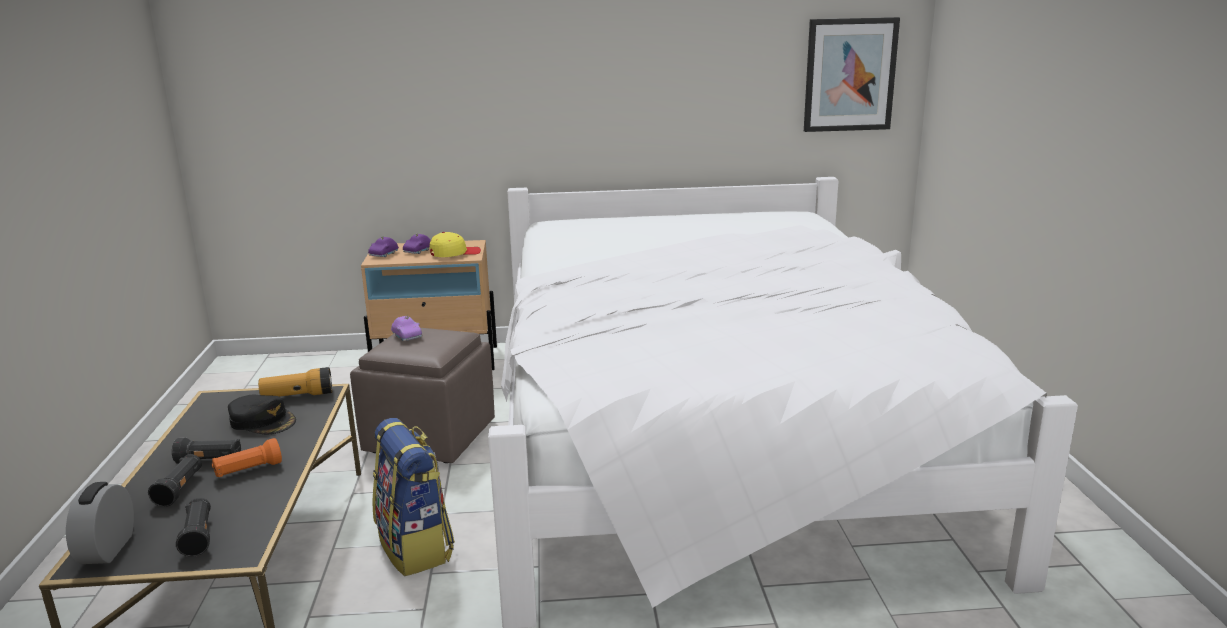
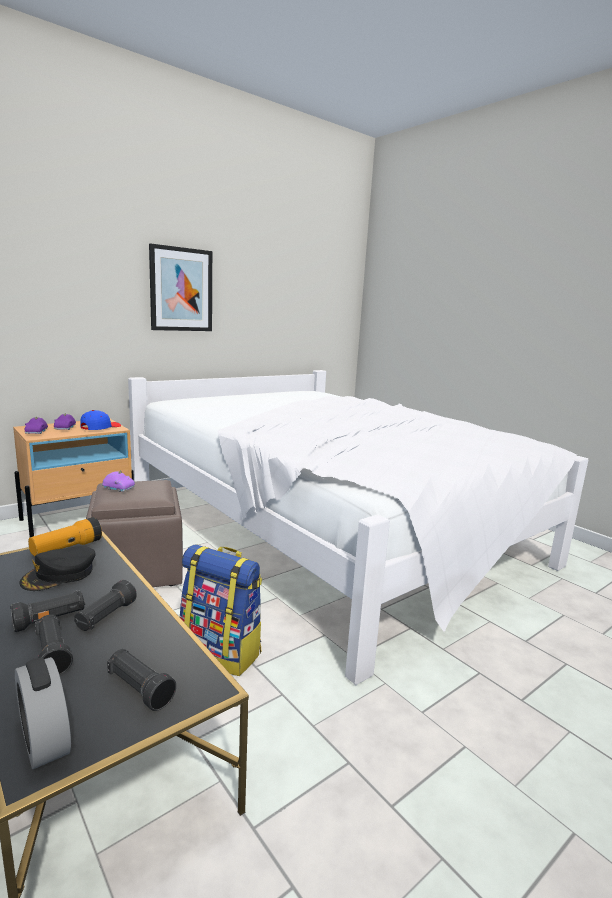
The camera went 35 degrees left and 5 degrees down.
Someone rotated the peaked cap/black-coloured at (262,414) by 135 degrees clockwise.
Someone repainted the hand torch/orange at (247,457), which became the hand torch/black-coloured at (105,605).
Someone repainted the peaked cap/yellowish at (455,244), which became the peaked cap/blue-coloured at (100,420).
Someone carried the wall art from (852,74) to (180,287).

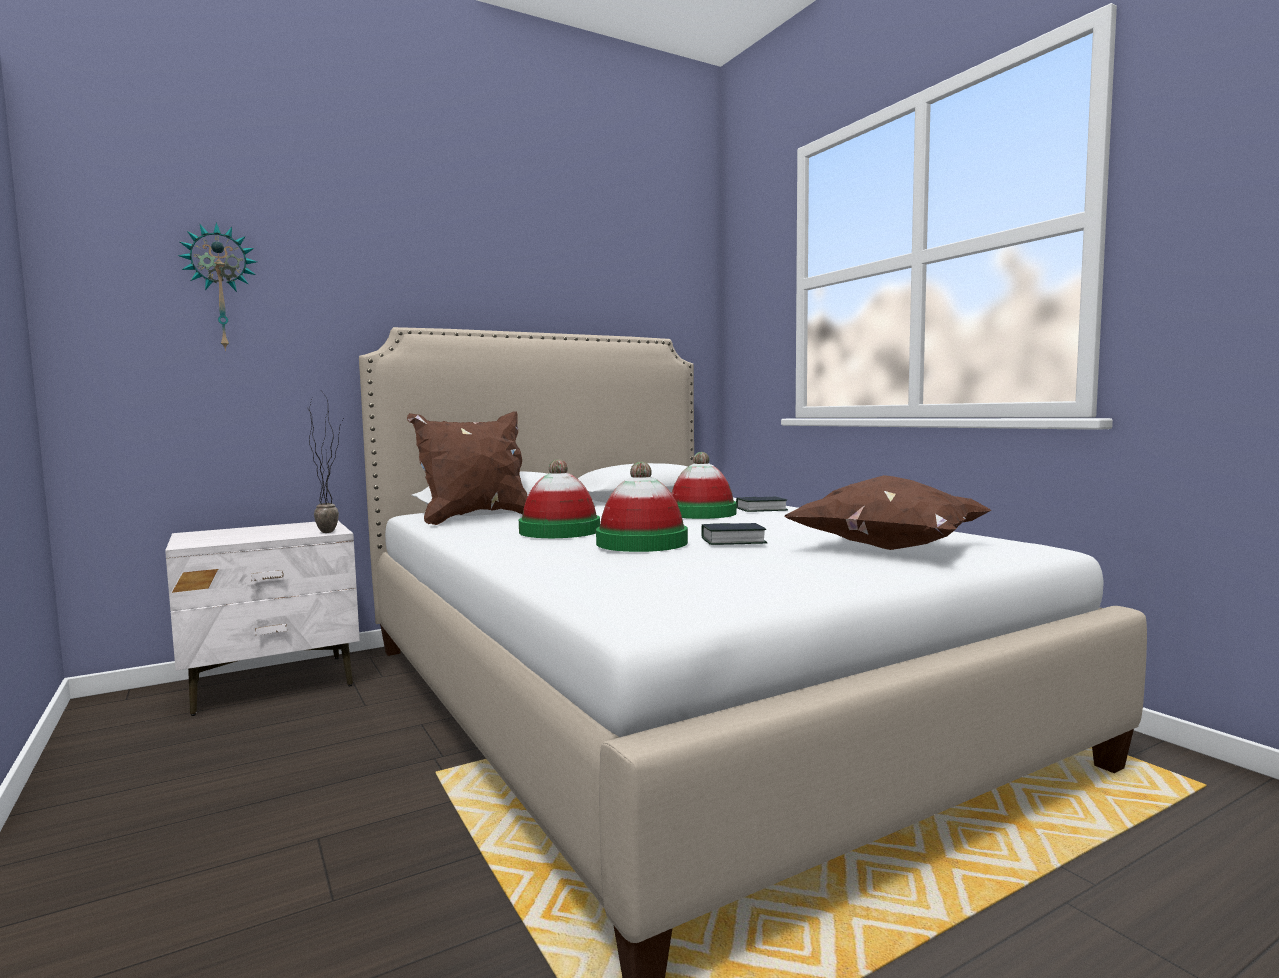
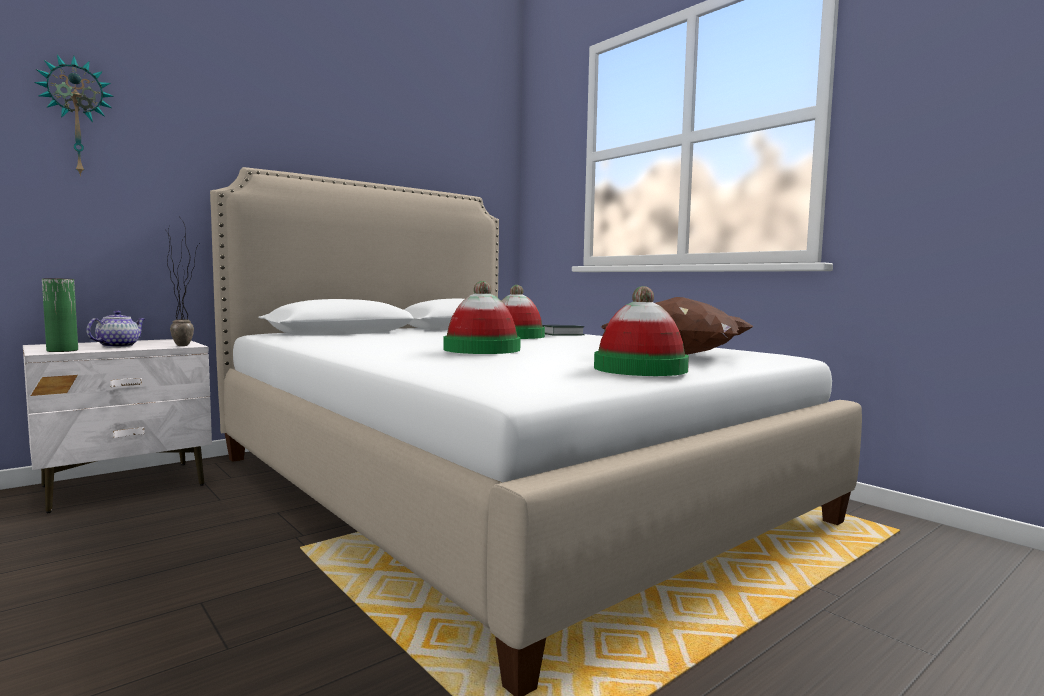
The camera went 10 degrees left and 0 degrees up.
Someone put down the flower vase/green-coloured at (60,315).
Someone put down the pot for tea at (116,329).
Someone carried the wearable hat from (559,498) to (641,331).
Someone took away the cushion/brown-coloured at (467,468).
Someone took away the bound book at (734,534).

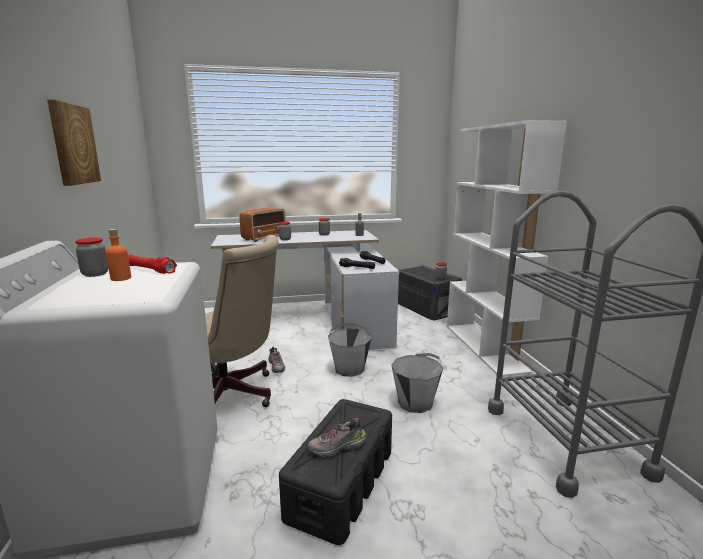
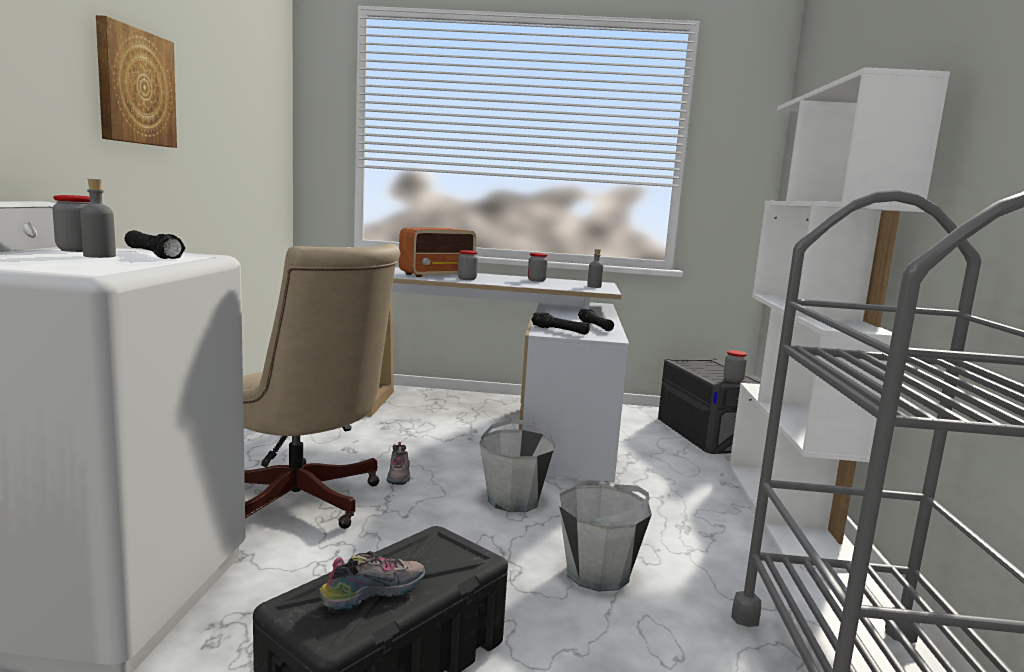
The camera went 15 degrees right and 5 degrees down.
Someone repainted the drink bottle/orange at (118,255), which became the drink bottle/grey at (98,218).
Someone repainted the hand torch/red at (152,264), which became the hand torch/black-coloured at (155,244).
Someone rotated the low shoe at (337,437) by 150 degrees clockwise.

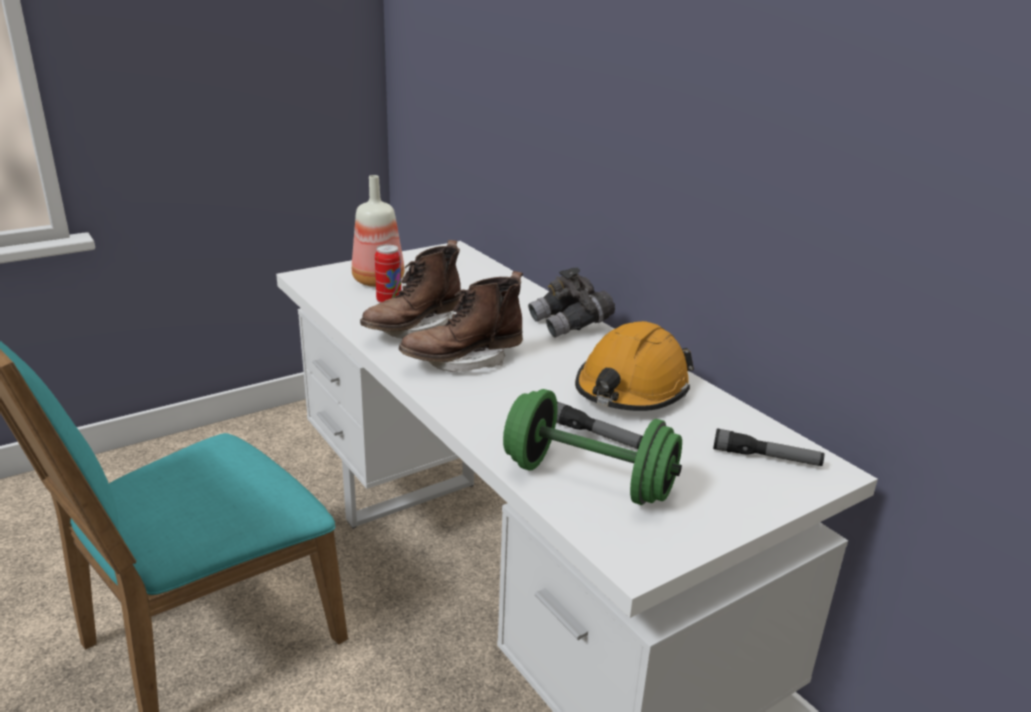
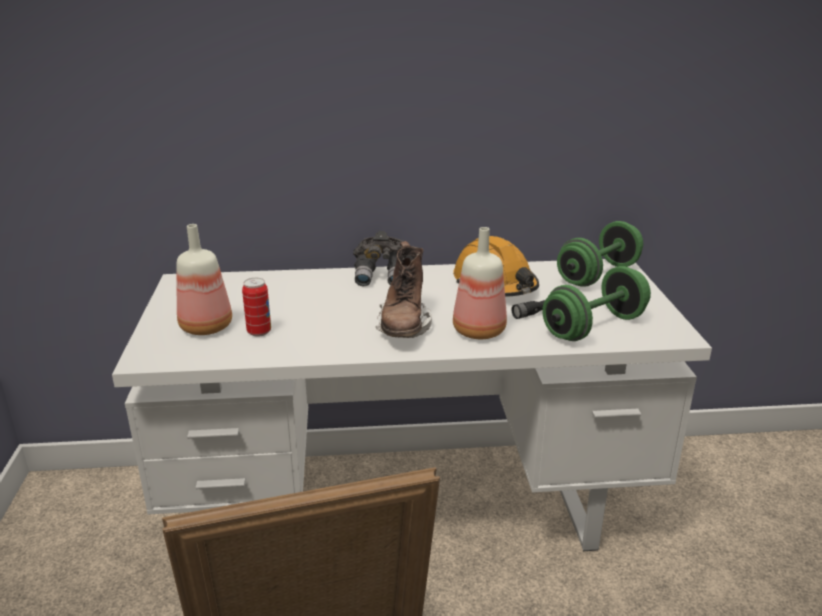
The camera went 60 degrees left and 0 degrees up.
Someone put down the drink bottle at (480,283).
Someone swapped the hand torch at (768,447) for the free weight/green-coloured at (600,254).
Someone took away the tall boot/brown-coloured at (410,289).

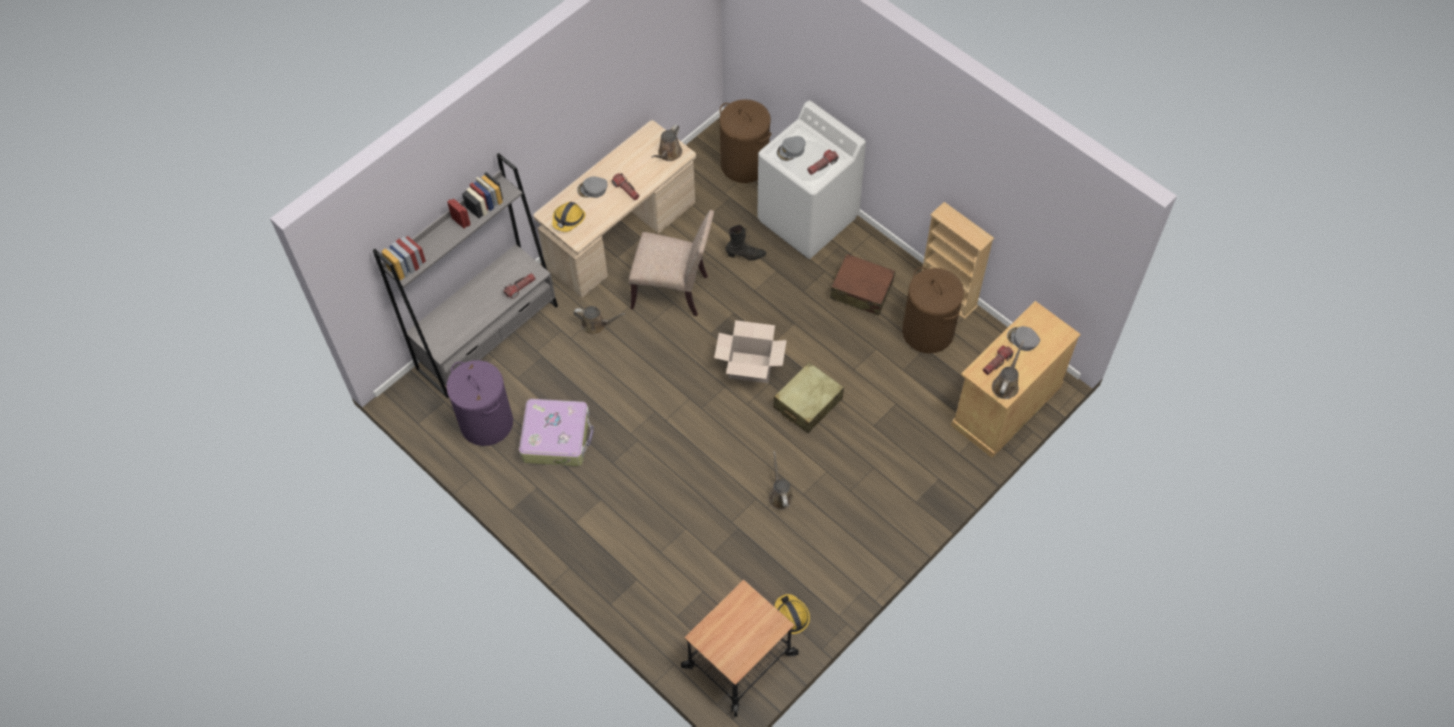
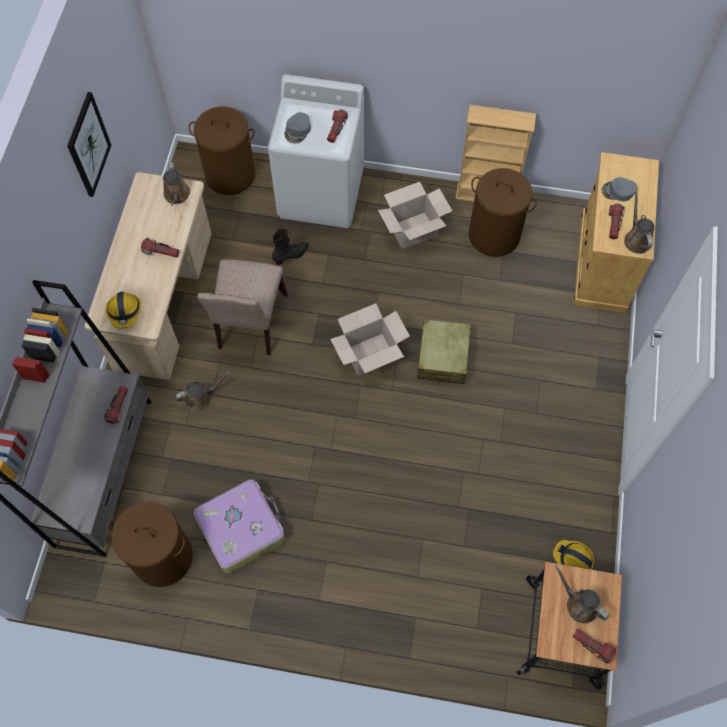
The camera went 35 degrees left and 5 degrees up.
Someone put up the wall art at (89,144).
Someone repainted the hamper/purple-coloured at (479,403), which became the hamper/brown-coloured at (149,544).
Someone rotated the upright chair/beige at (671,263) by 120 degrees clockwise.
Someone swapped the suitcase/brown-coloured at (863,285) for the packing box at (415,215).
Someone carried the sprinkling can/brown-coloured from (781,480) to (581,594).
Someone put down the hand torch at (594,646).
Someone took away the peaked cap/grey at (592,187).

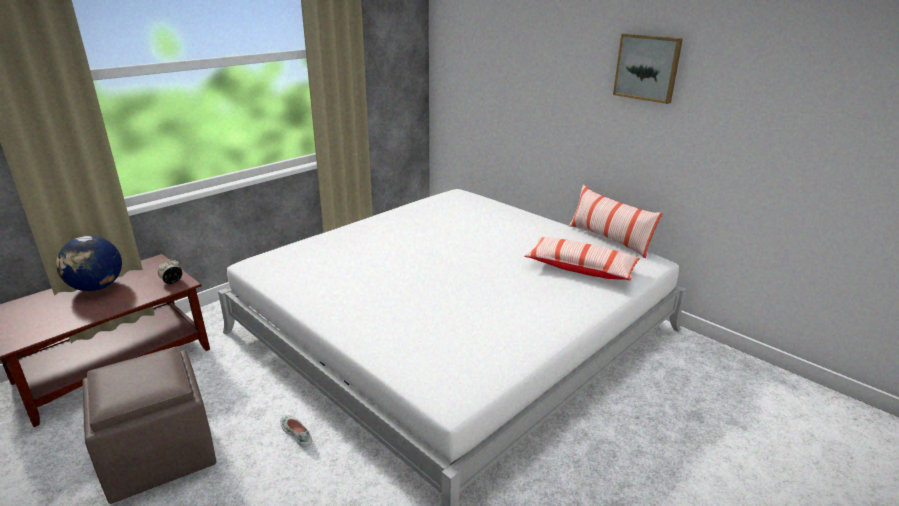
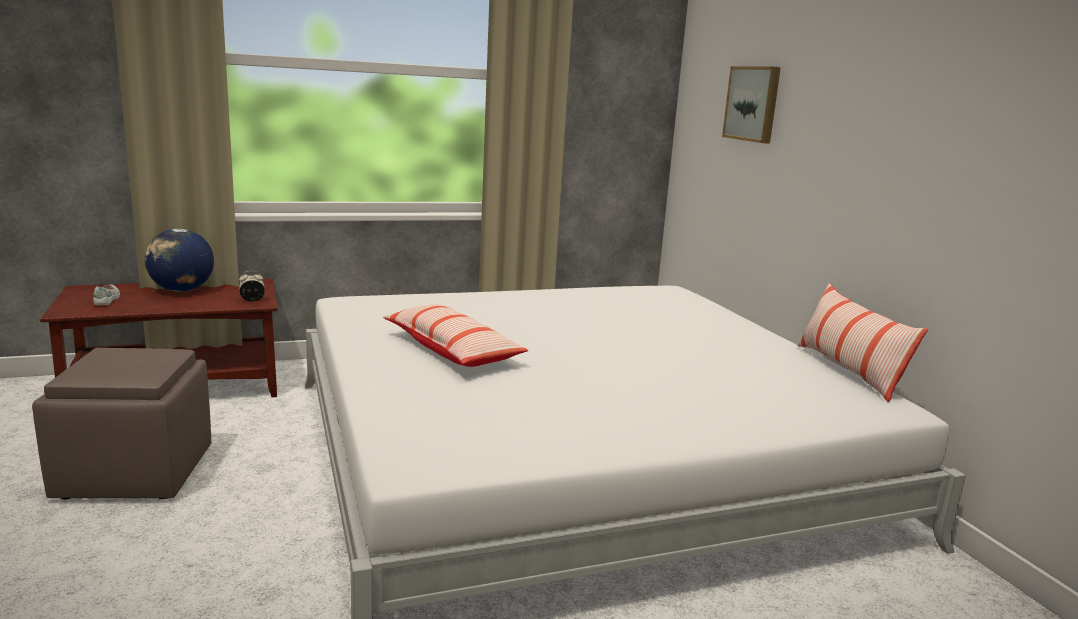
The camera went 25 degrees right and 10 degrees down.
Someone carried the low shoe/white from (296,431) to (106,294).
Someone carried the cushion from (582,258) to (455,335).
Someone carried the wall art from (648,68) to (751,105).

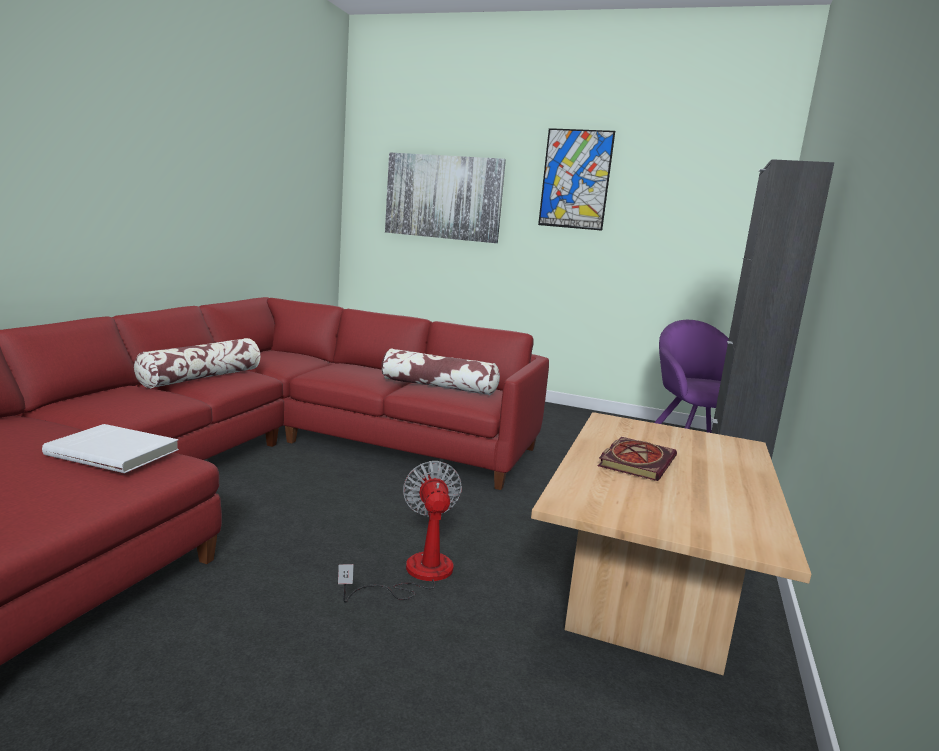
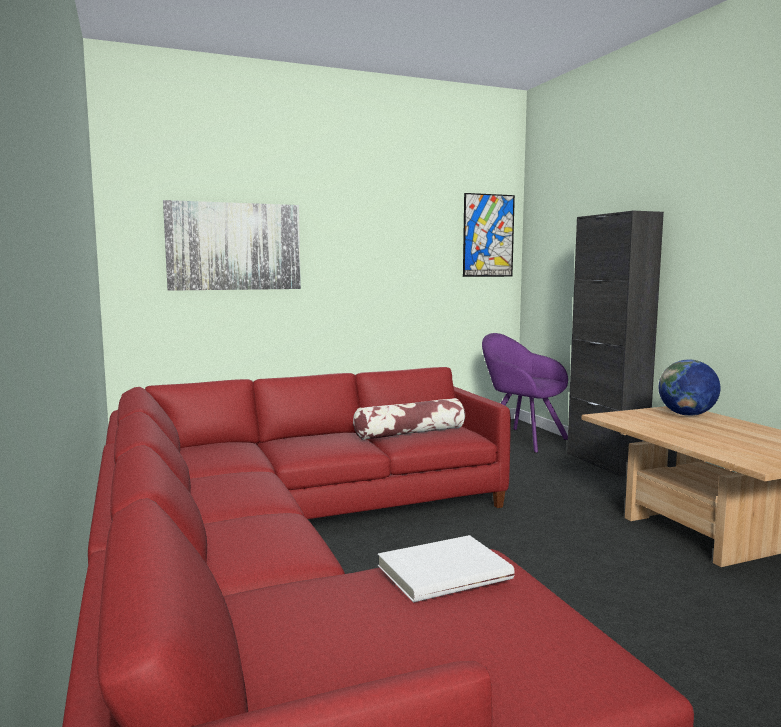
The camera went 40 degrees left and 5 degrees down.
Someone carried the wall art from (576,179) to (489,235).
Someone put down the world globe at (689,388).
Someone took away the cushion at (197,363).
Someone took away the cooling fan at (400,532).
Someone took away the bound book at (637,459).

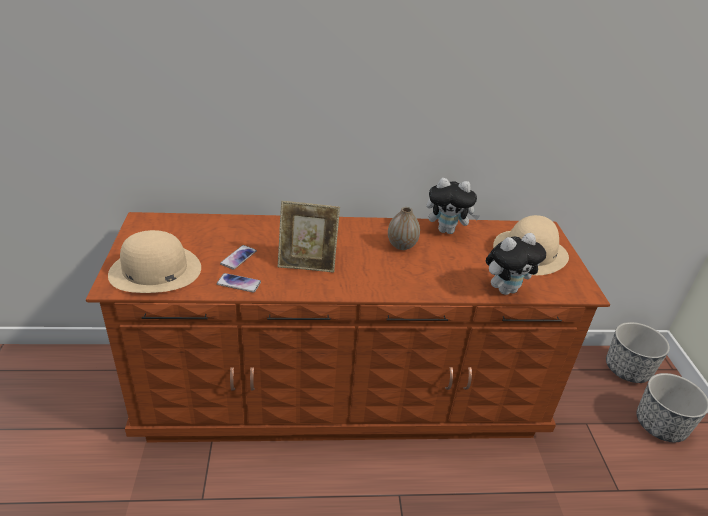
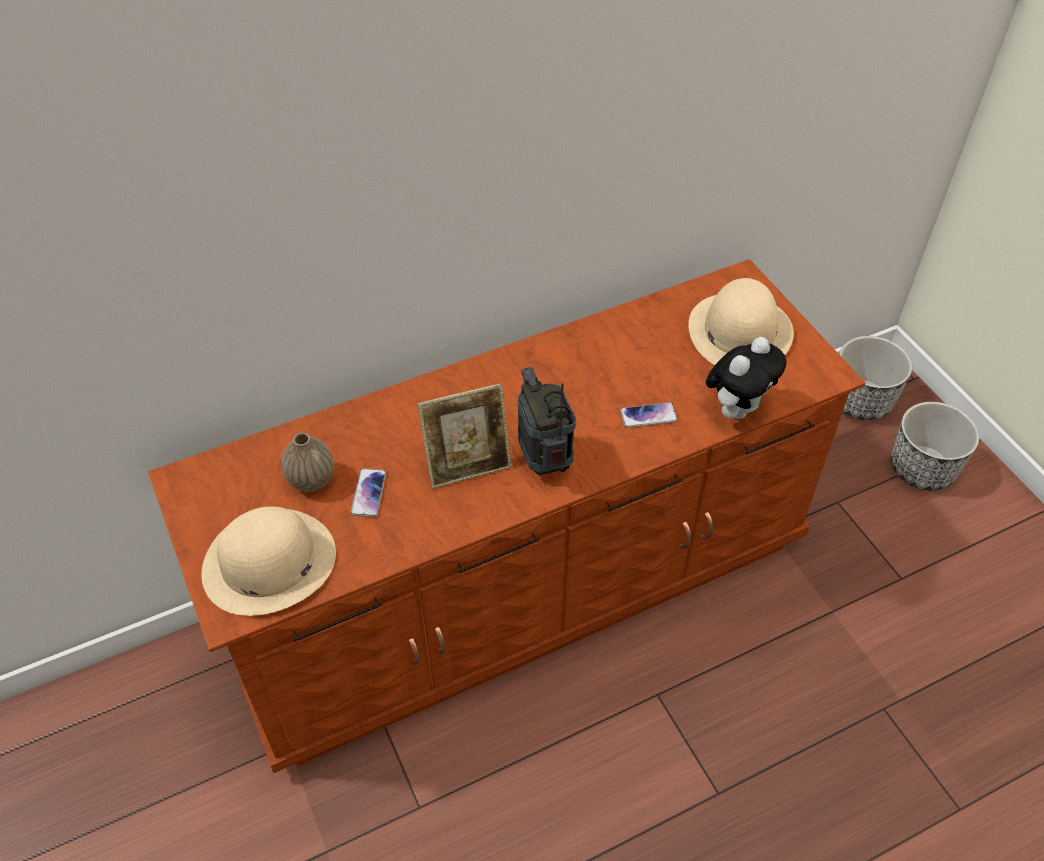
The camera went 20 degrees left and 15 degrees up.
Someone carried the flower vase from (404,228) to (307,462).
Someone put down the radio set at (547,421).
Someone carried the phone from (238,283) to (649,415).
Someone took away the soft toy at (453,206).

